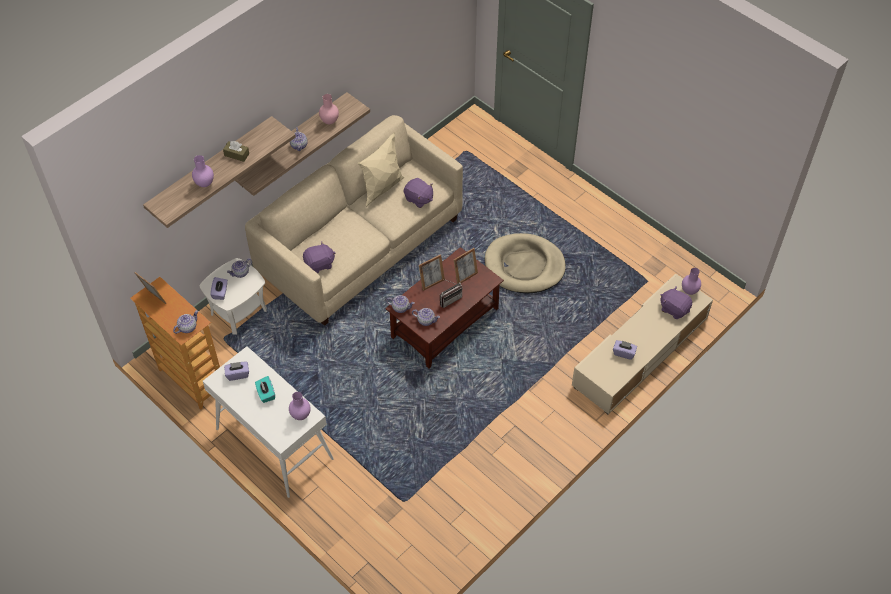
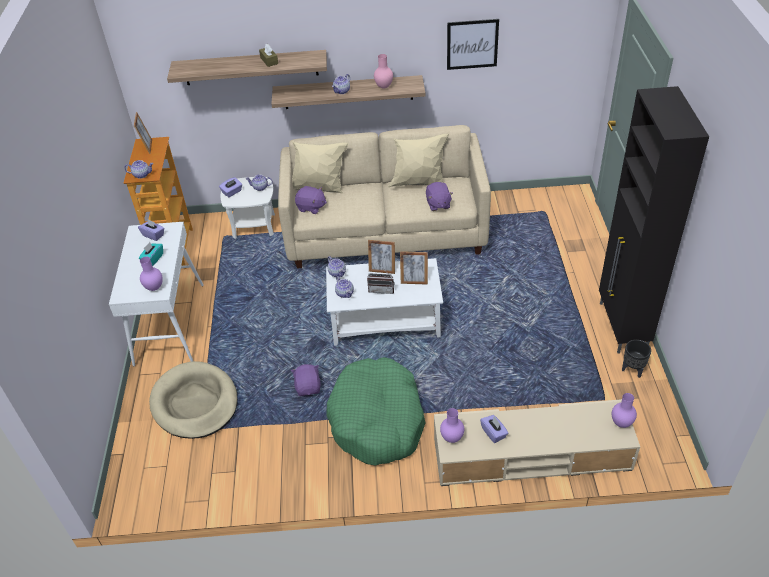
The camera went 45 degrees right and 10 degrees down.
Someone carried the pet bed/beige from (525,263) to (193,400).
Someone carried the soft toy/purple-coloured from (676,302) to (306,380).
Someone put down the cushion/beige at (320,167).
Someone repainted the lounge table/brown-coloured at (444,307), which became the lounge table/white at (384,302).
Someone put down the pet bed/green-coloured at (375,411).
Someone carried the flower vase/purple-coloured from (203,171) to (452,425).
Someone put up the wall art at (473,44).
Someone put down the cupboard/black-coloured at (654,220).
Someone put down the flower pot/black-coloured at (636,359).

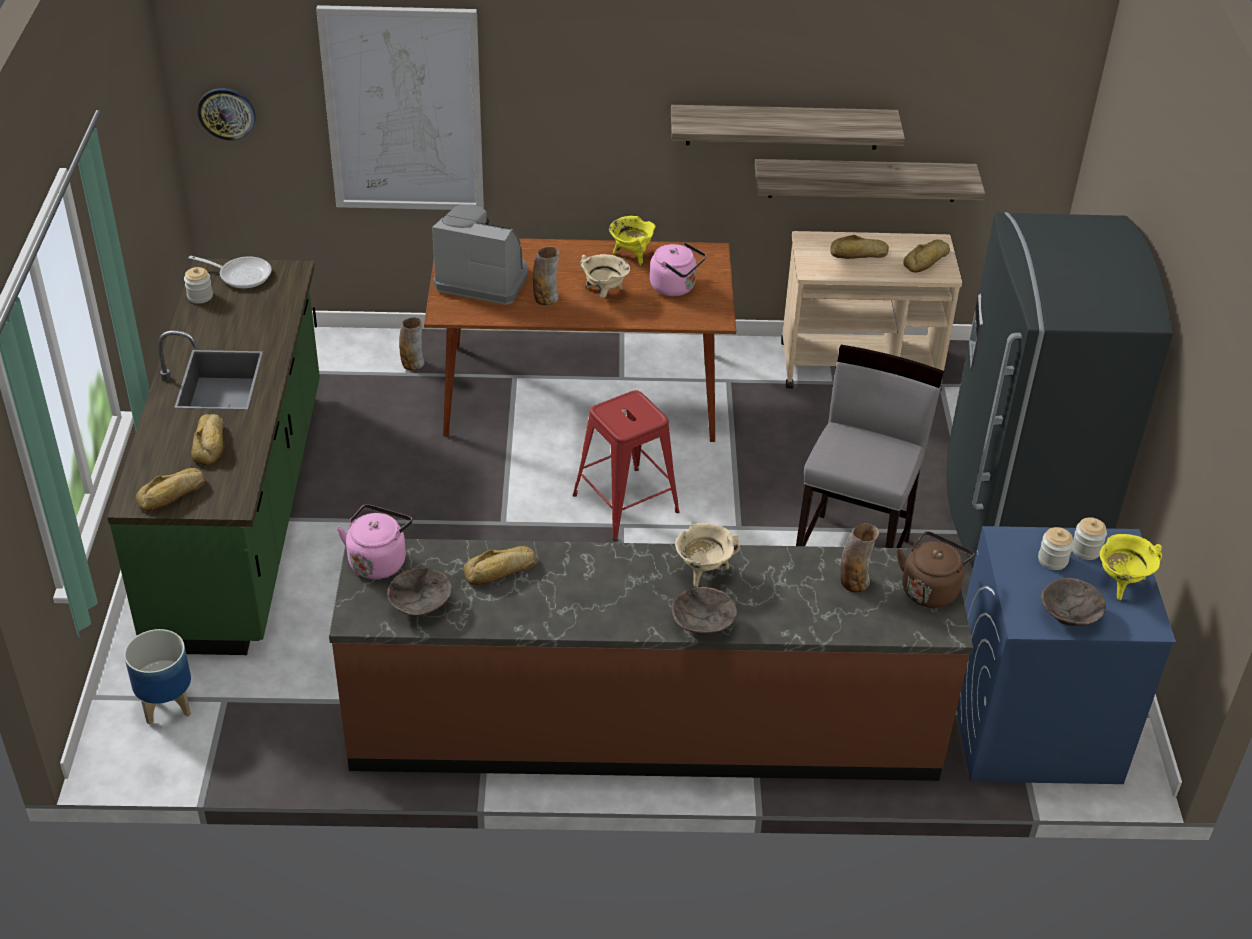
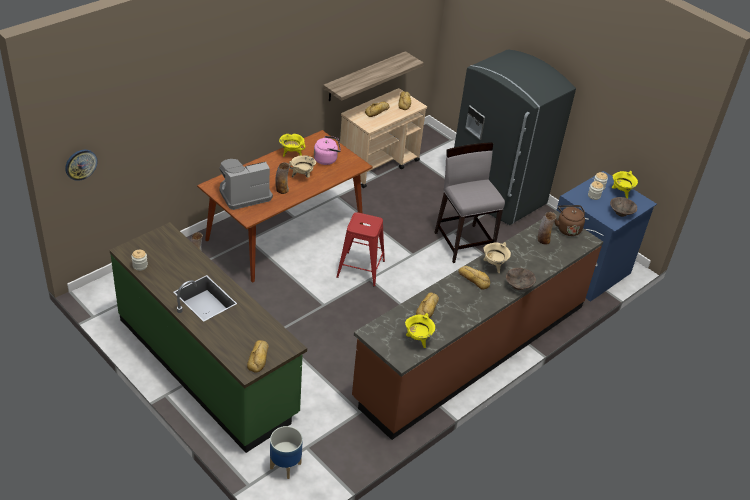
The camera went 45 degrees left and 0 degrees up.
Someone swapped the bowl/brown-coloured at (419,591) for the cooking pot/yellowish at (420,330).
Someone carried the bakery bread from (207,439) to (474,278).
Someone took away the pan at (230,272).
Someone took away the wall art at (400,107).
Someone took away the kettle/pink-coloured at (374,541).
Someone took away the wall shelf at (788,127).

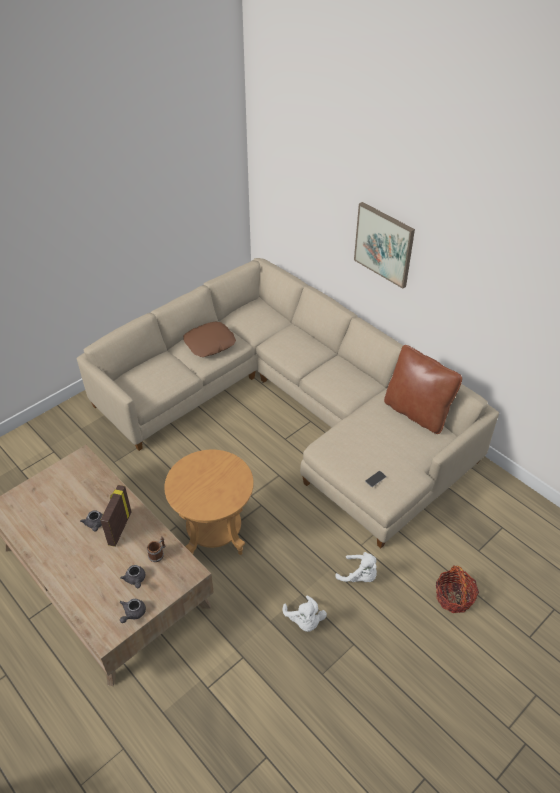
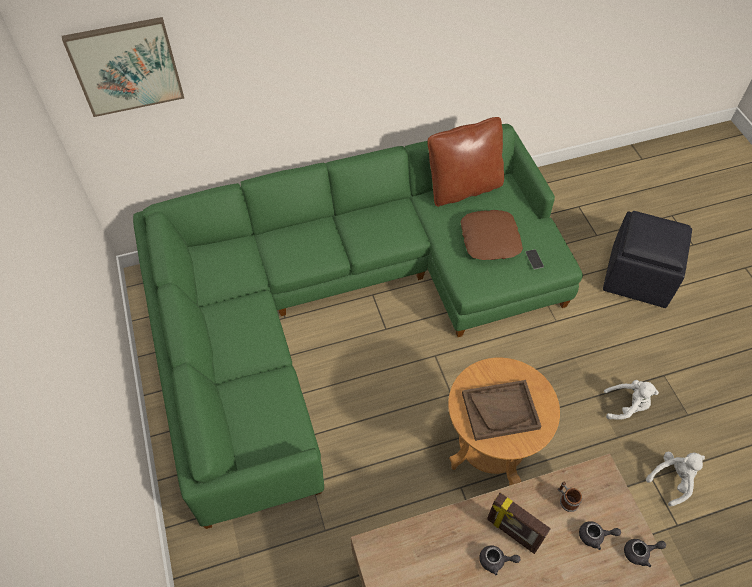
The camera went 65 degrees left and 10 degrees up.
Someone carried the wall art from (384,245) to (123,67).
Someone repainted the sofa/beige at (288,403), which became the sofa/green-coloured at (358,326).
Someone carried the cushion/brown-coloured from (209,339) to (492,235).
Someone put down the tray/brown-coloured at (502,410).
Someone swapped the basket at (457,589) for the pouffe/black-coloured at (647,259).
Someone rotated the pot for tea/grey at (133,611) by 60 degrees counterclockwise.
Someone carried the soft toy/white from (356,567) to (675,479).

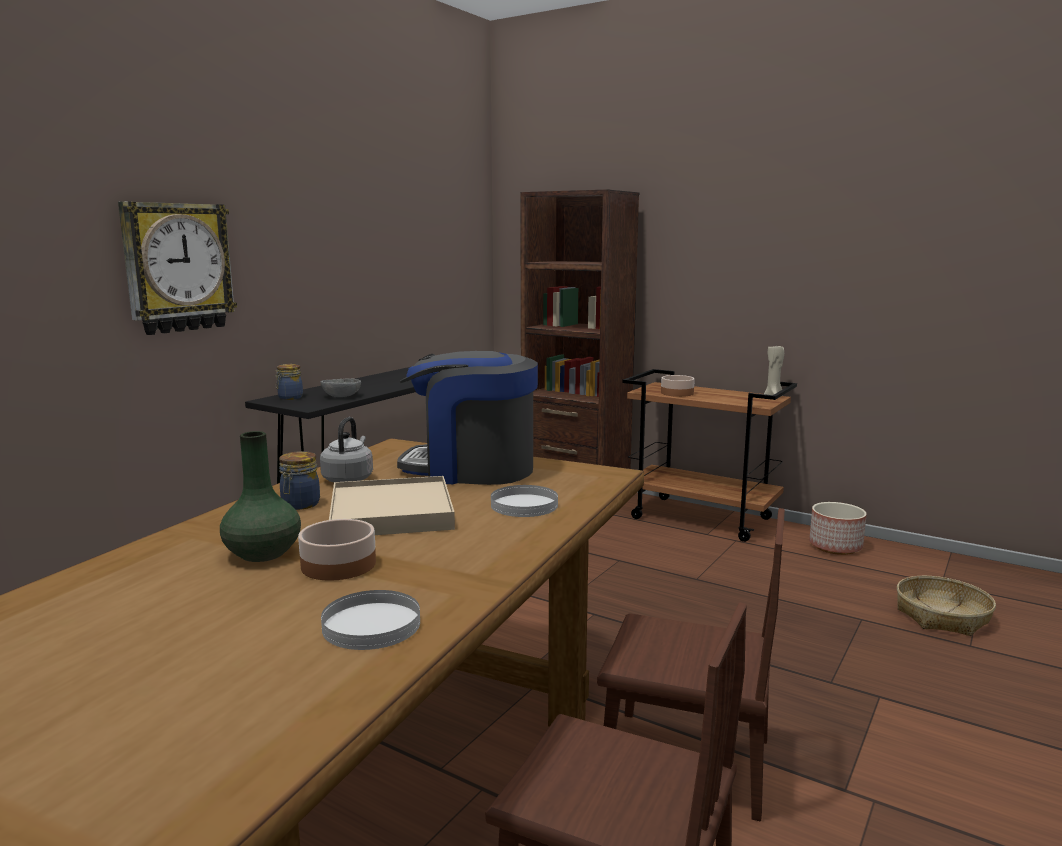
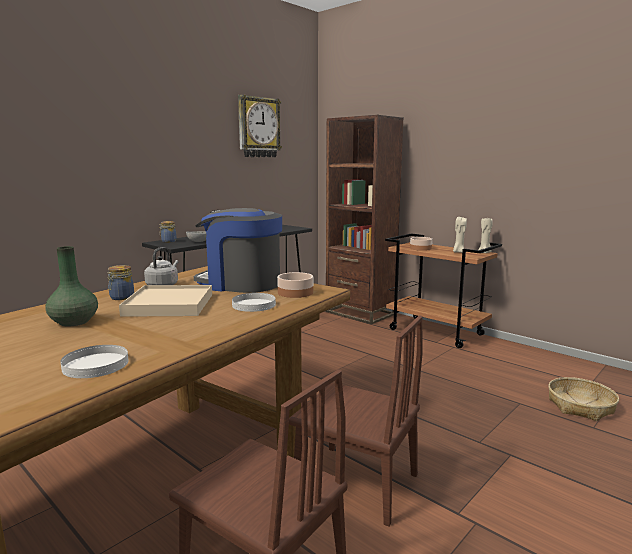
The camera went 10 degrees right and 0 degrees up.
Someone carried the clock on the wall from (177,268) to (260,126).
Someone carried the bowl from (337,550) to (295,285).
Someone put down the candle/beige at (460,235).
Someone took away the flower pot at (838,528).

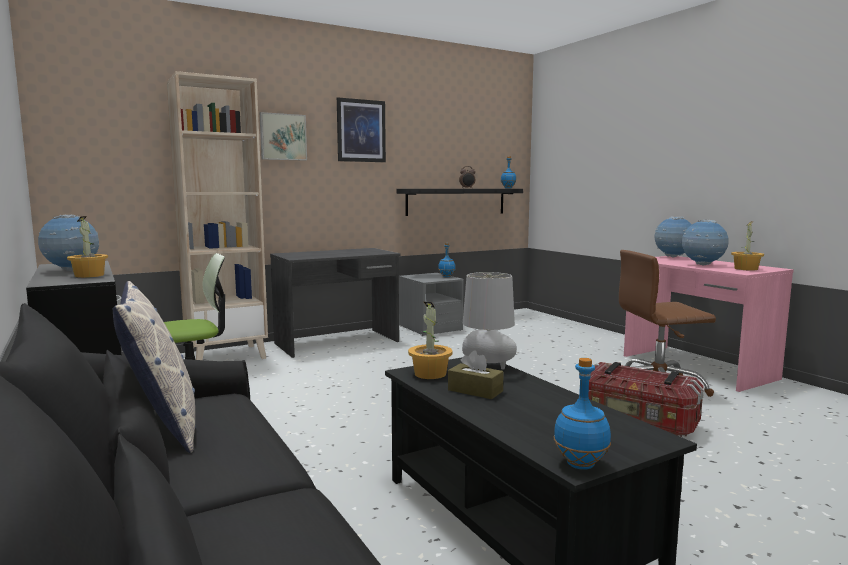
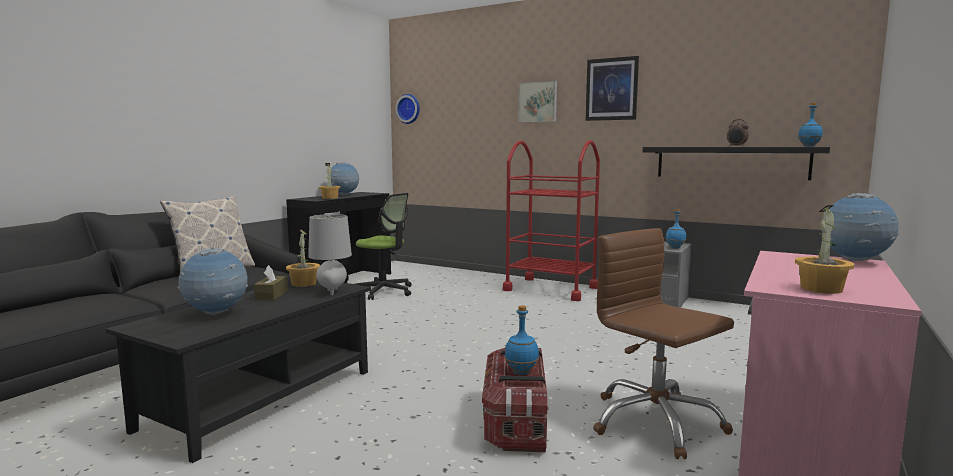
The camera went 60 degrees right and 0 degrees up.
Someone carried the world globe from (705,242) to (212,281).
Someone put up the clock on the wall at (407,109).
Someone swapped the desk/grey at (335,303) for the cart/red at (551,220).
Someone carried the drink bottle/blue-coloured from (582,414) to (522,340).
Someone took away the bookshelf/beige at (217,215).

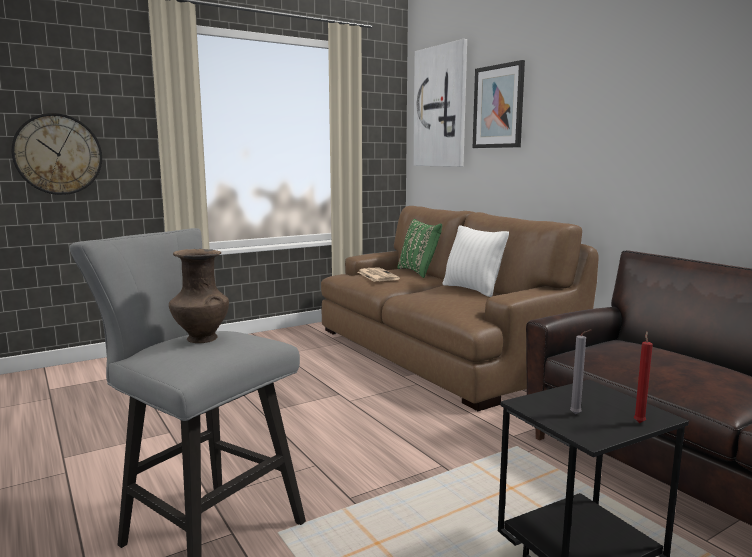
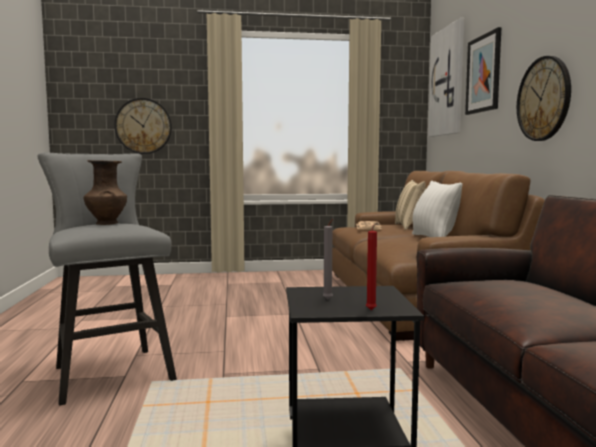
The camera went 25 degrees right and 5 degrees down.
Someone repainted the cushion/green-coloured at (419,248), which became the cushion/beige at (410,205).
Someone put up the clock on the wall at (544,98).

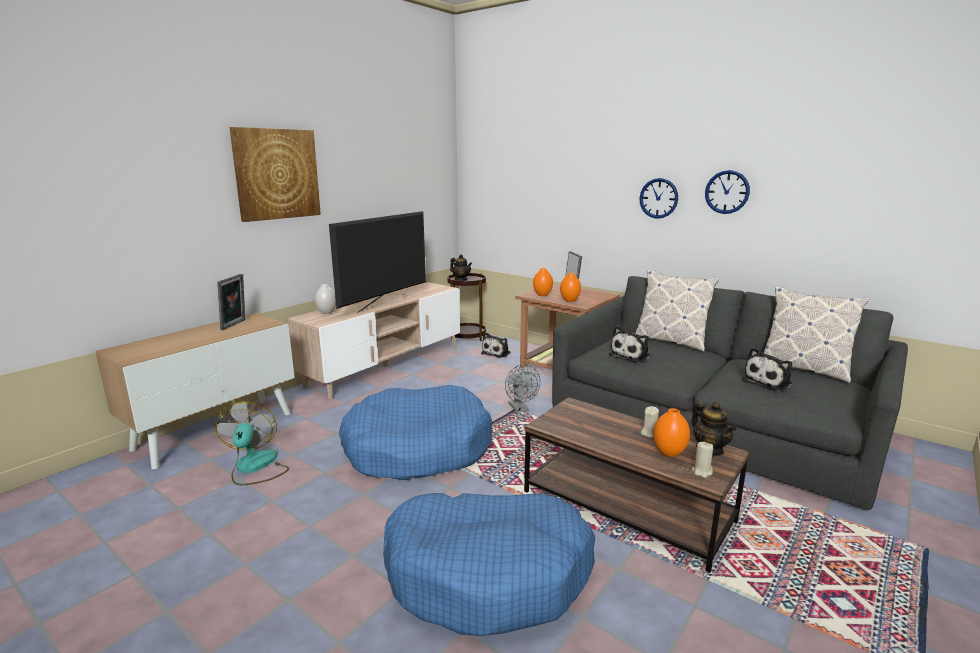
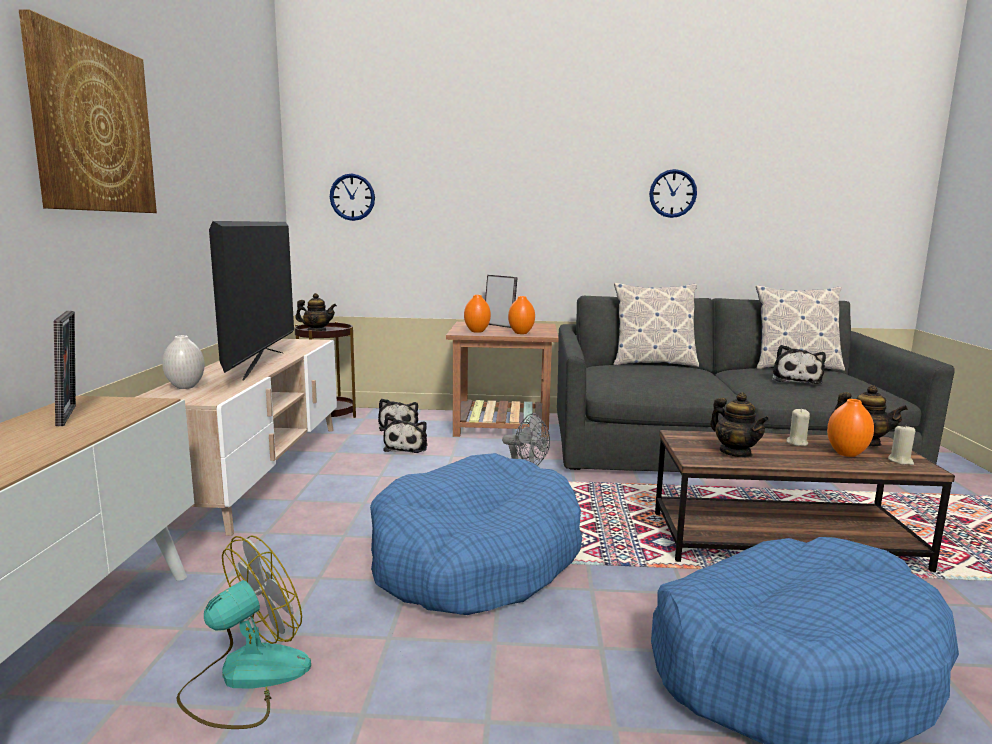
The camera went 35 degrees left and 5 degrees down.
Someone rotated the cooling fan at (251,443) by 90 degrees clockwise.
Someone carried the clock on the wall from (659,198) to (352,197).
Someone carried the soft toy from (630,344) to (405,434).
Someone put down the pot for tea at (739,424).

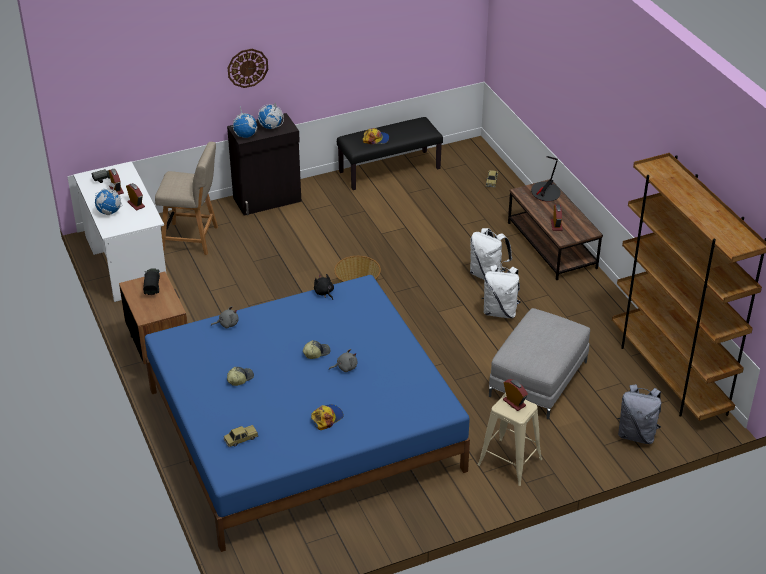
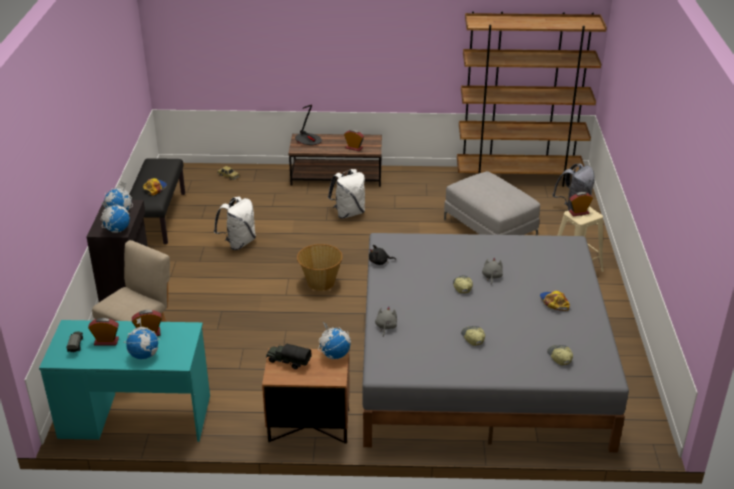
The camera went 65 degrees left and 5 degrees down.
Someone repainted the desk/white at (119,231), which became the desk/turquoise-coloured at (124,381).
Someone carried the rucksack/white from (501,291) to (235,223).
Someone put down the world globe at (334,340).
Someone repainted the bedroom bed/blue-coloured at (307,413), which became the bedroom bed/grey at (495,342).
Someone swapped the toy car at (241,436) for the peaked cap at (560,355).
Someone took away the clock on the wall at (248,68).

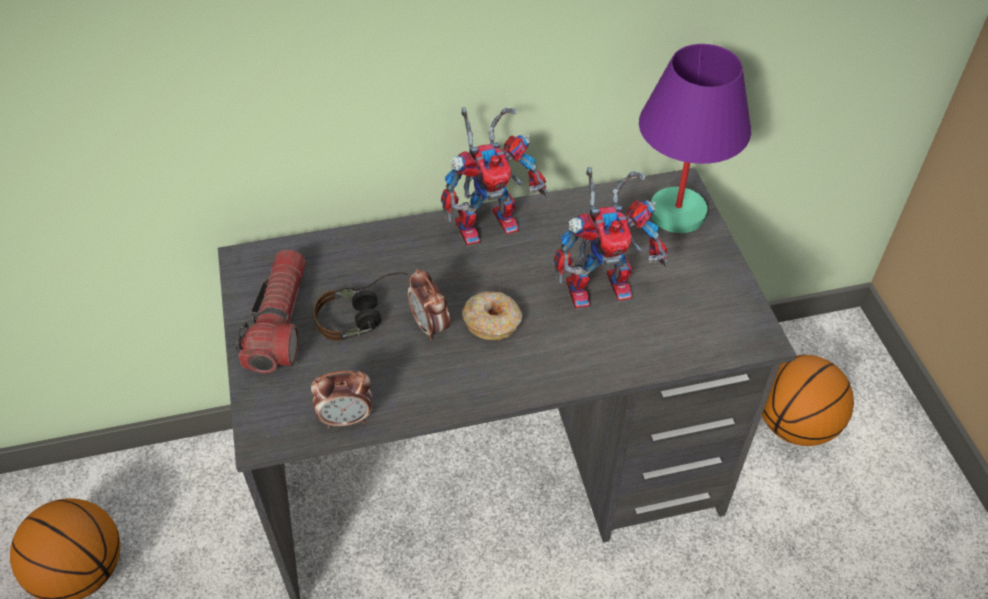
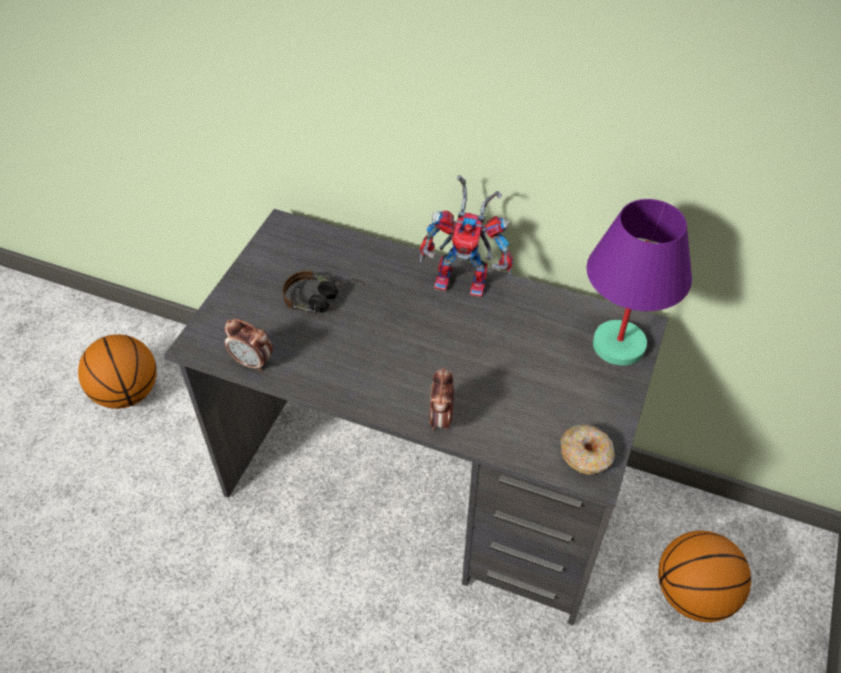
The camera went 35 degrees right and 0 degrees up.
Someone carried the table clock from (429,305) to (441,399).
Someone carried the donut from (492,315) to (588,450).
Someone took away the hand torch at (271,311).
Someone took away the robot figure at (611,238).

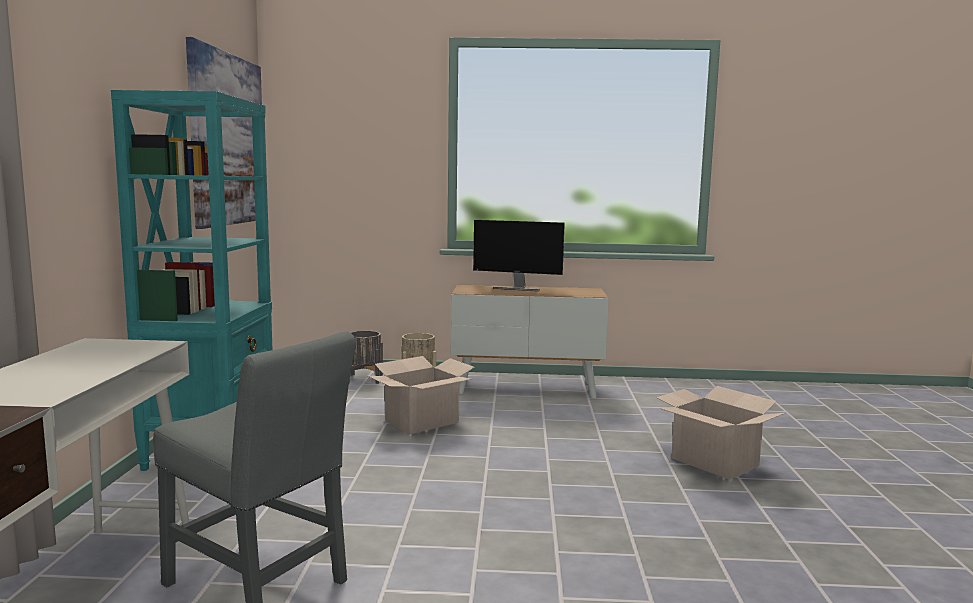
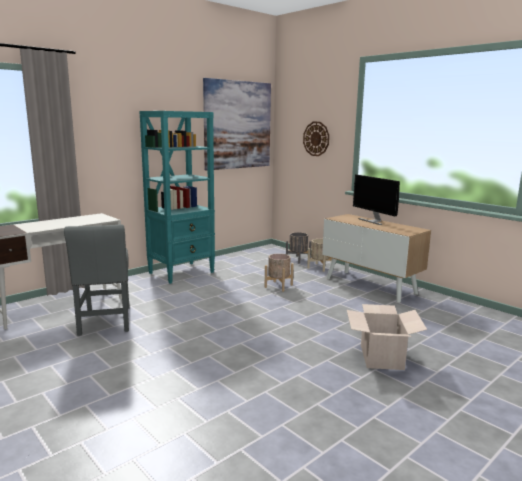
The camera went 45 degrees right and 5 degrees up.
Someone swapped the packing box at (421,395) for the flower pot/beige at (279,273).
Someone put up the clock on the wall at (316,139).

